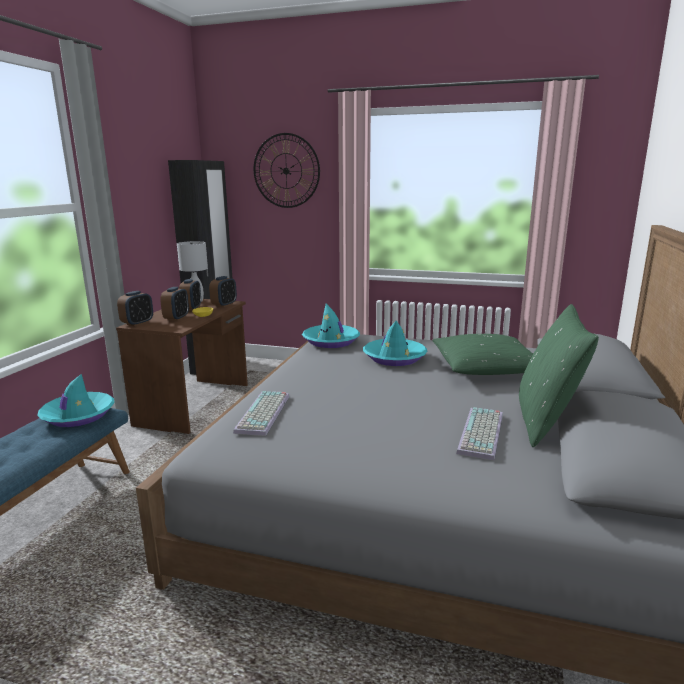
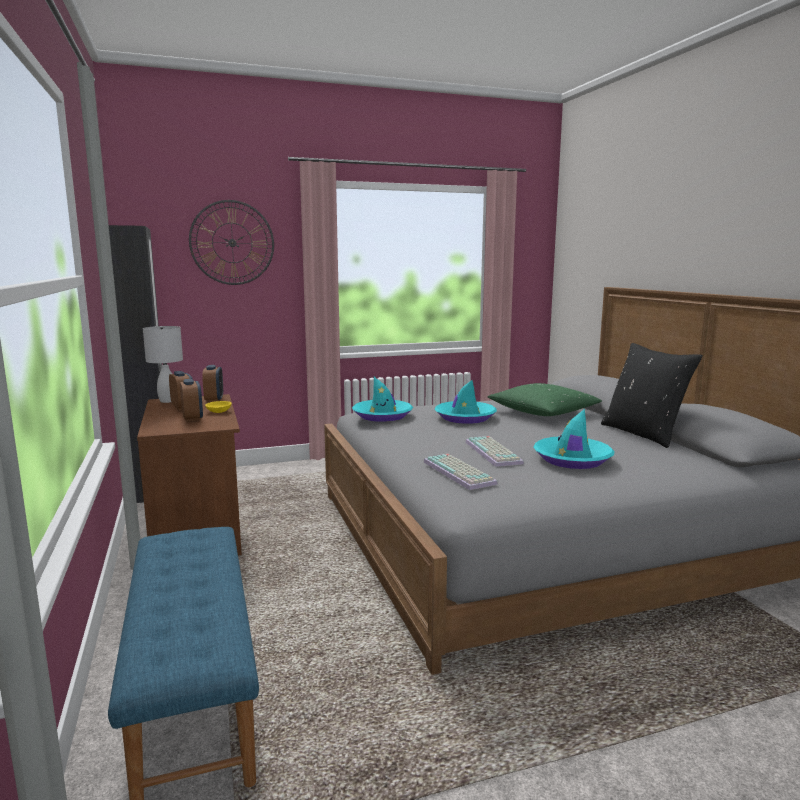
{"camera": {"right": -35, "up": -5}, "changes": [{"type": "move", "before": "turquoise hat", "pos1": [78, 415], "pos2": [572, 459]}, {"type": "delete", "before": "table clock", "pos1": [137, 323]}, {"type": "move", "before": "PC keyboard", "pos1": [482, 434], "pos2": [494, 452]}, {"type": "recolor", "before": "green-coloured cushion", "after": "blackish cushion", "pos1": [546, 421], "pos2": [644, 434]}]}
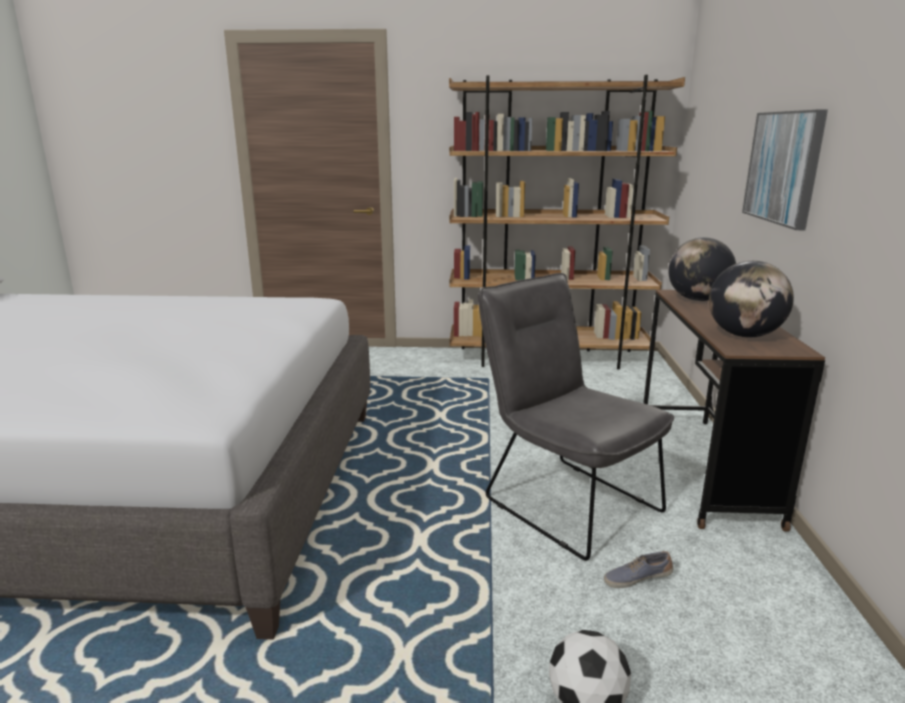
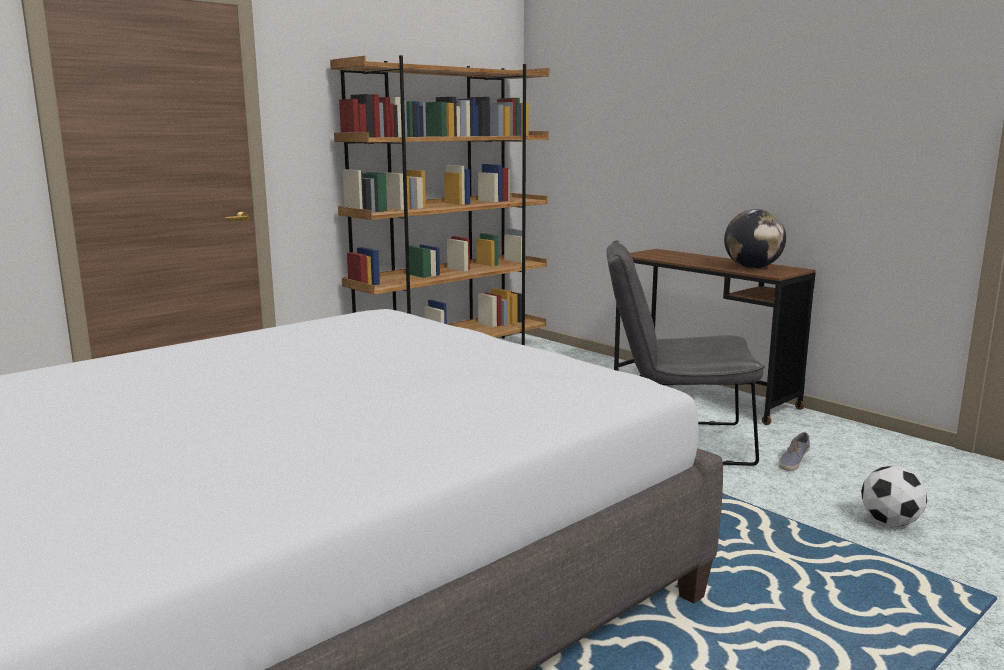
{"camera": {"right": -45, "up": -5}, "changes": [{"type": "delete", "before": "desk globe", "pos1": [697, 300]}, {"type": "delete", "before": "wall art", "pos1": [784, 167]}]}
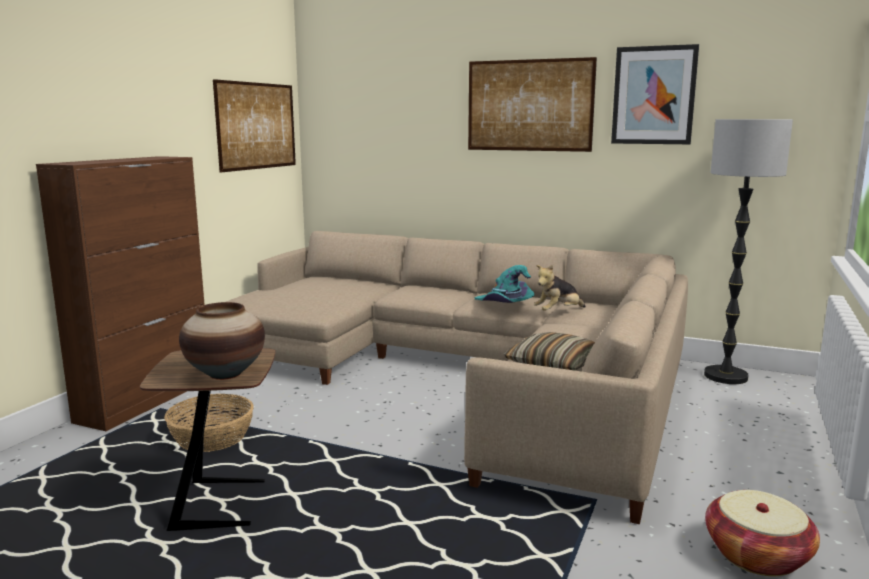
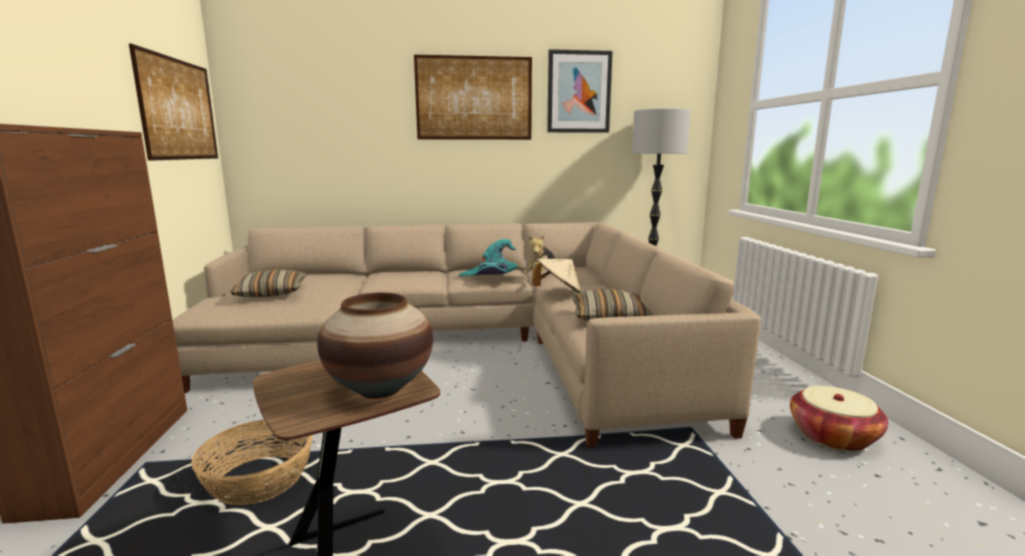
{"camera": {"right": -30, "up": 0}, "changes": [{"type": "insert", "after": "cushion", "pos2": [271, 293]}, {"type": "insert", "after": "beige hat", "pos2": [558, 293]}]}
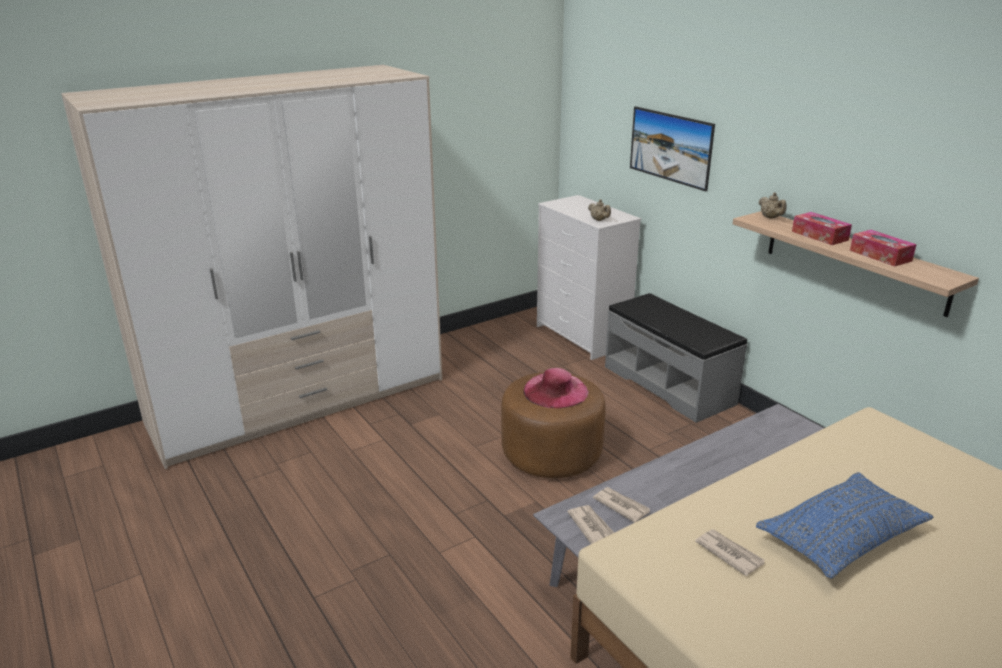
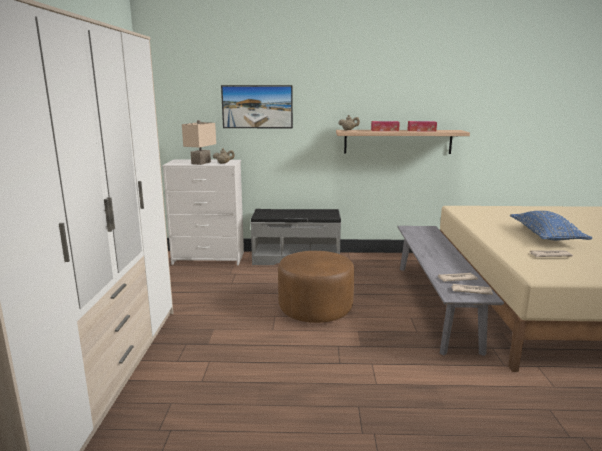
{"camera": {"right": -55, "up": -10}, "changes": [{"type": "delete", "before": "pink hat", "pos1": [555, 390]}, {"type": "insert", "after": "beige tabletop lamp", "pos2": [200, 163]}]}
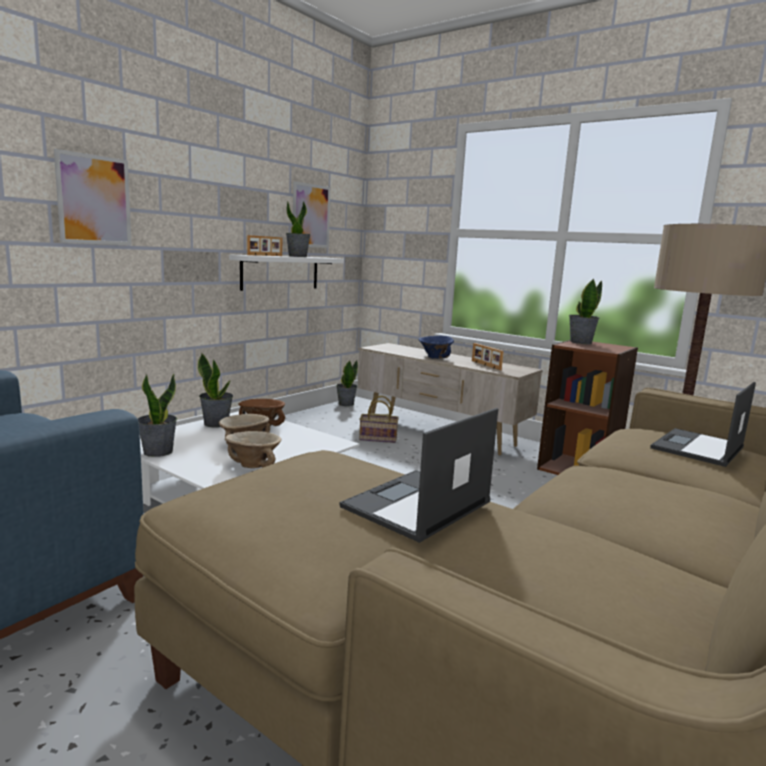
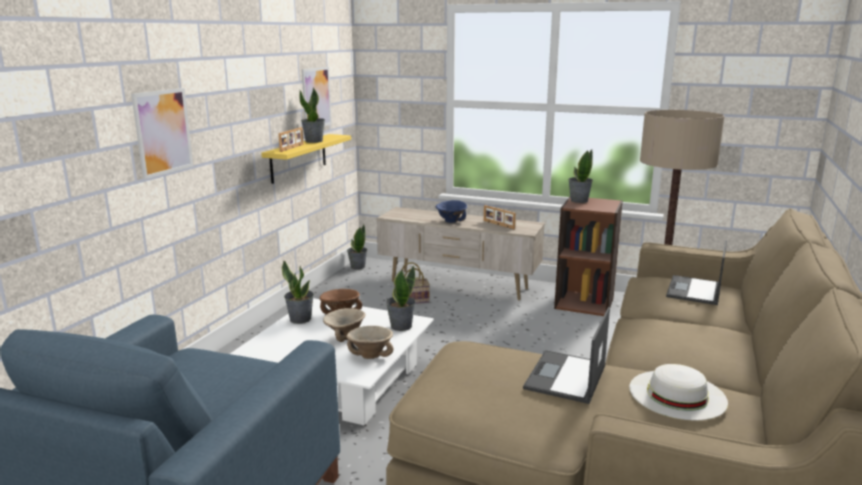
{"camera": {"right": -15, "up": 5}, "changes": [{"type": "move", "before": "houseplant", "pos1": [157, 452], "pos2": [400, 326]}, {"type": "recolor", "before": "white shelf", "after": "yellow shelf", "pos1": [280, 272], "pos2": [298, 158]}, {"type": "insert", "after": "white hat", "pos2": [677, 394]}]}
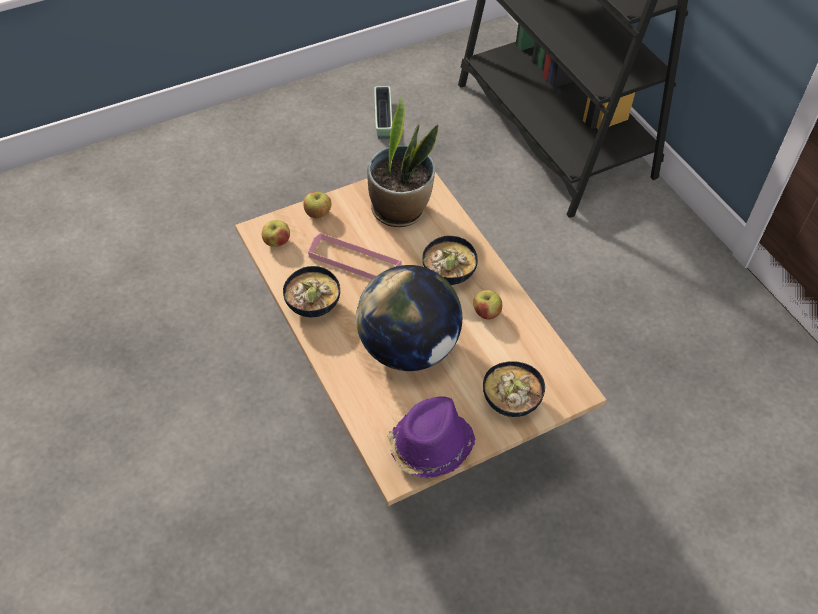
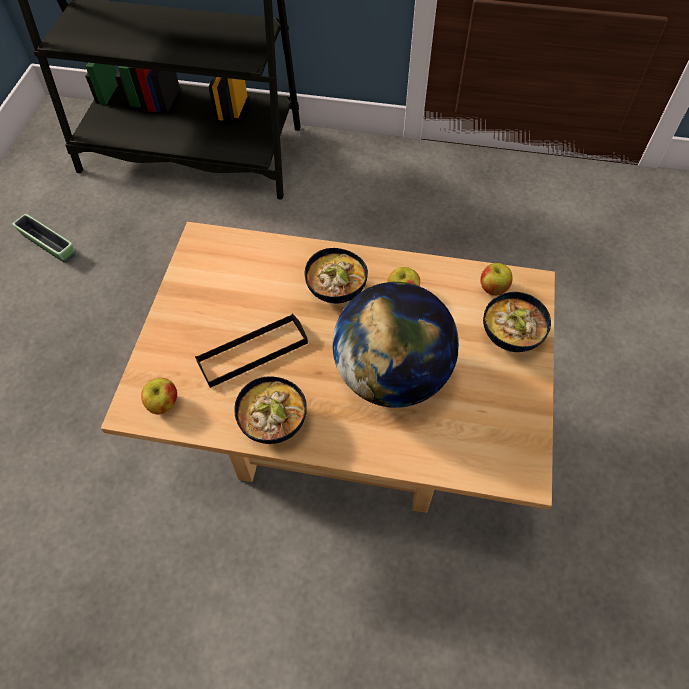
{"camera": {"right": -50, "up": 5}, "changes": [{"type": "move", "before": "apple fruit", "pos1": [317, 213], "pos2": [493, 288]}, {"type": "recolor", "before": "pink carrying tray", "after": "blackish carrying tray", "pos1": [354, 261], "pos2": [252, 352]}, {"type": "delete", "before": "houseplant", "pos1": [399, 210]}, {"type": "delete", "before": "purple hat", "pos1": [429, 446]}]}
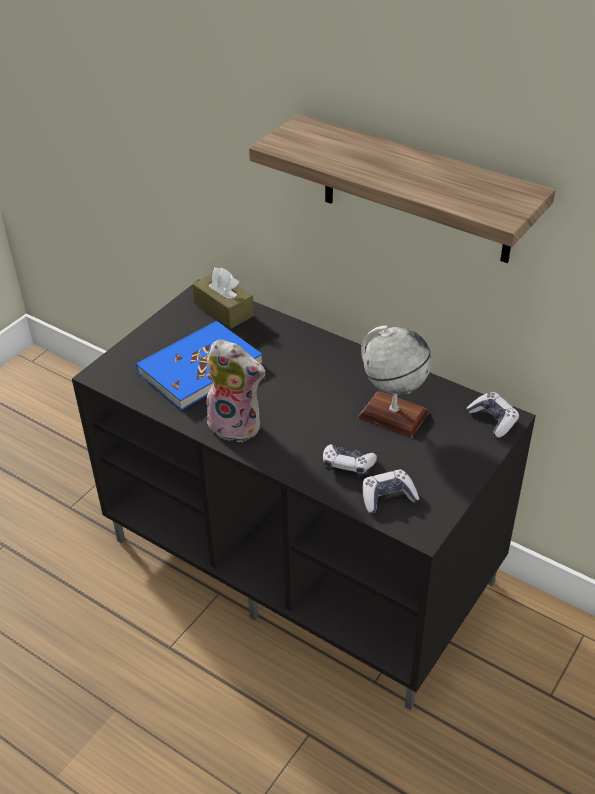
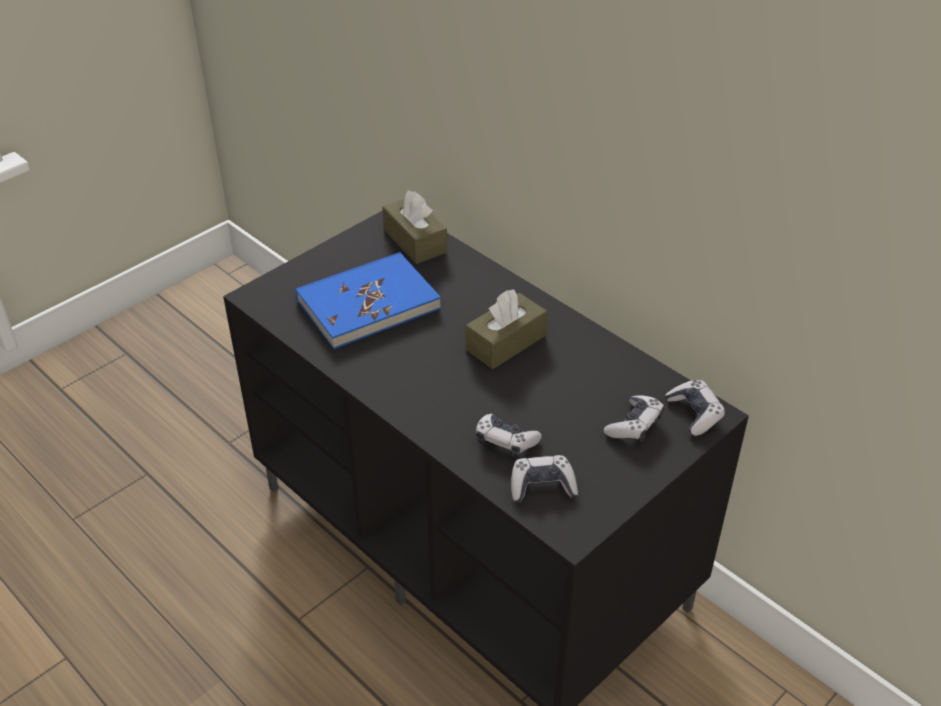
{"camera": {"right": 10, "up": 0}, "changes": [{"type": "delete", "before": "soft toy", "pos1": [237, 425]}, {"type": "delete", "before": "shelf", "pos1": [416, 190]}, {"type": "delete", "before": "desk globe", "pos1": [393, 415]}, {"type": "insert", "after": "brown-coloured tissue box", "pos2": [506, 342]}, {"type": "insert", "after": "joypad", "pos2": [634, 425]}]}
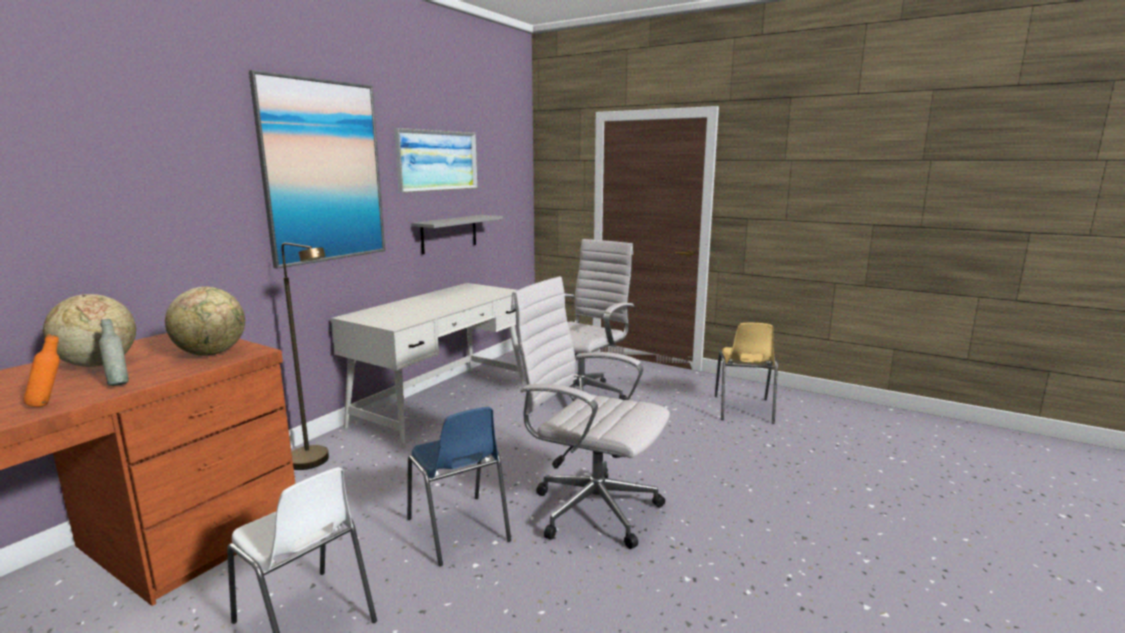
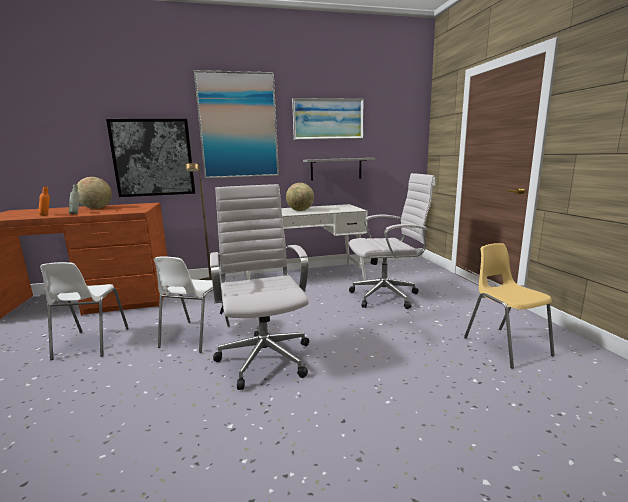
{"camera": {"right": 45, "up": 0}, "changes": [{"type": "move", "before": "desk globe", "pos1": [212, 353], "pos2": [300, 210]}, {"type": "recolor", "before": "bluish plain chair", "after": "white plain chair", "pos1": [458, 530], "pos2": [194, 336]}, {"type": "rotate", "before": "yellow plain chair", "pos1": [743, 410], "pos2": [505, 346], "turn": 105}, {"type": "insert", "after": "wall art", "pos2": [153, 158]}]}
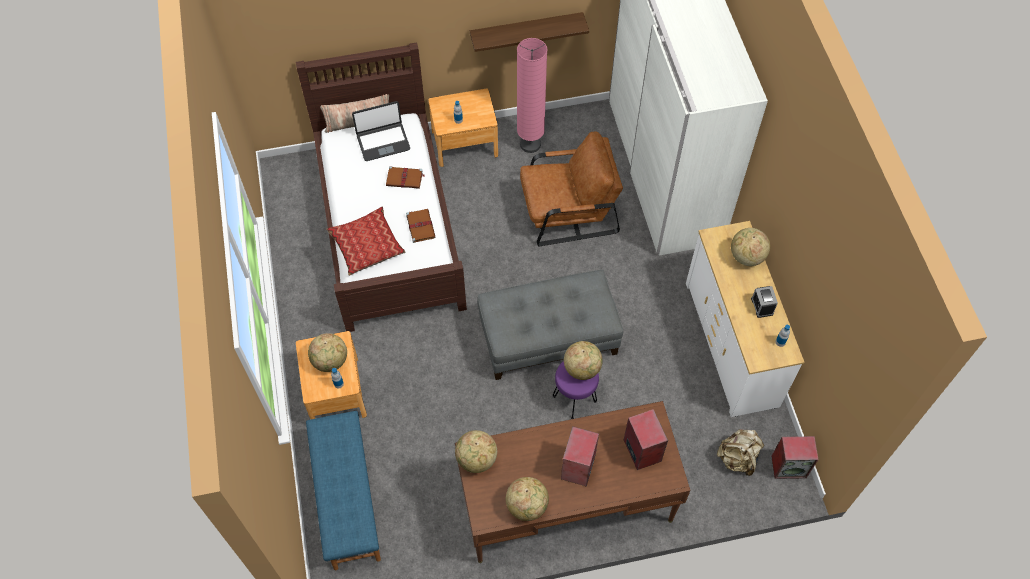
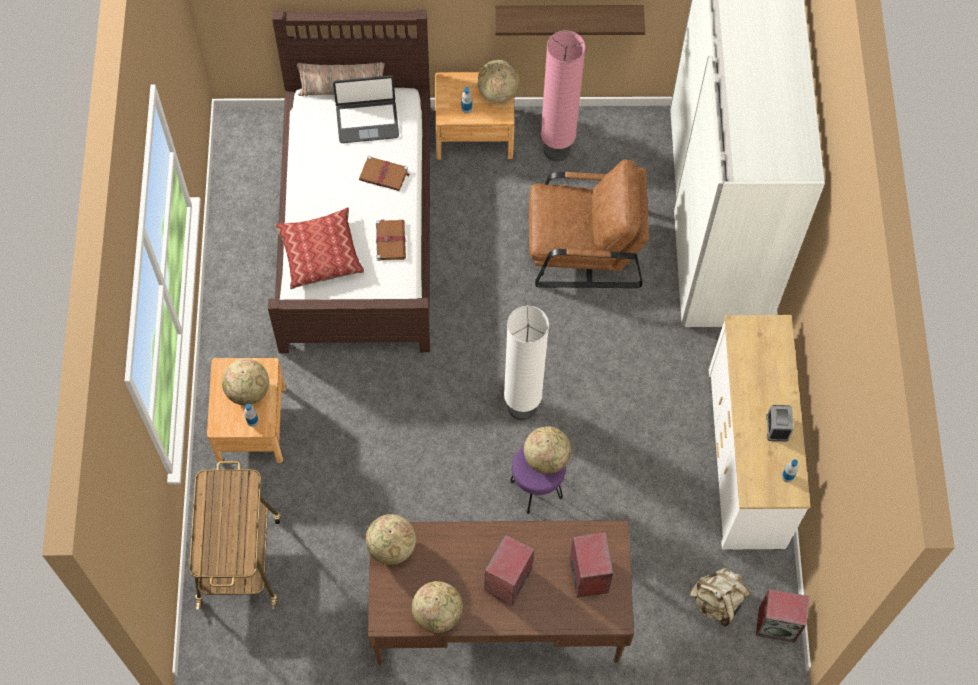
{"camera": {"right": 10, "up": 5}, "changes": [{"type": "replace", "before": "bluish bench", "after": "trolley", "pos1": [347, 499], "pos2": [239, 558]}, {"type": "replace", "before": "gray pouffe", "after": "white floor lamp", "pos1": [548, 338], "pos2": [522, 407]}, {"type": "move", "before": "desk globe", "pos1": [746, 256], "pos2": [498, 93]}]}
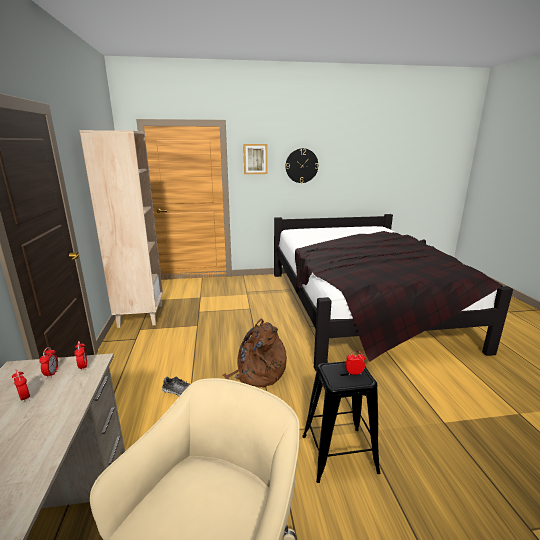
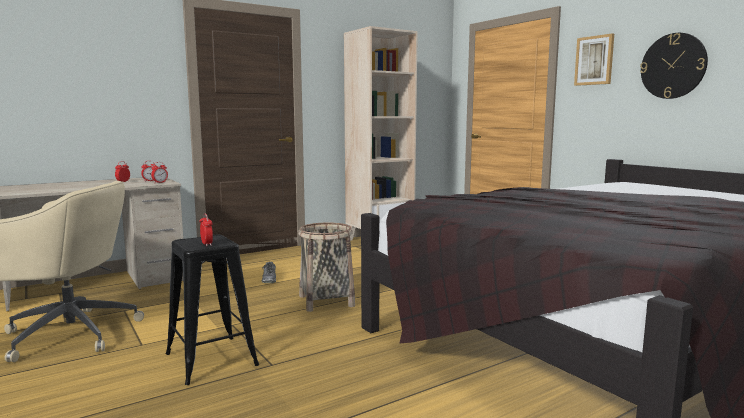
{"camera": {"right": 65, "up": -10}, "changes": [{"type": "replace", "before": "brown-coloured backpack", "after": "basket", "pos1": [257, 373], "pos2": [326, 301]}]}
